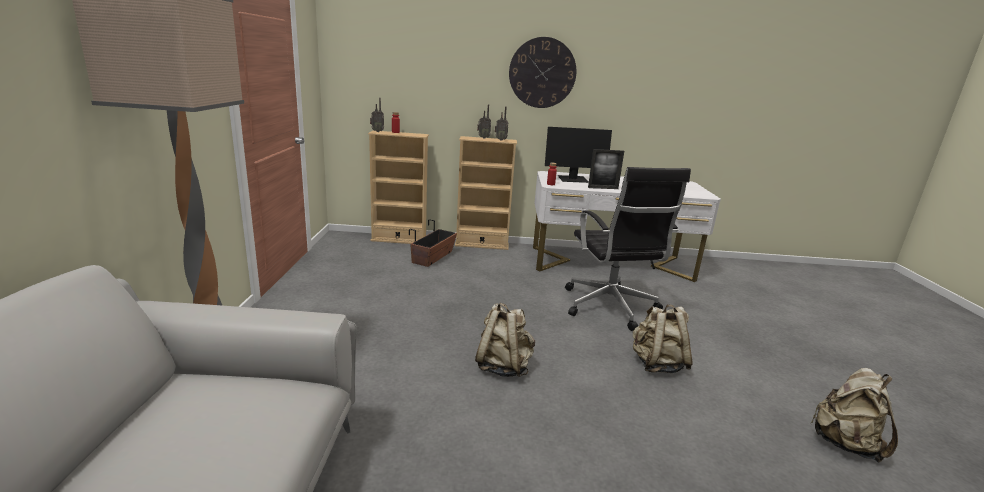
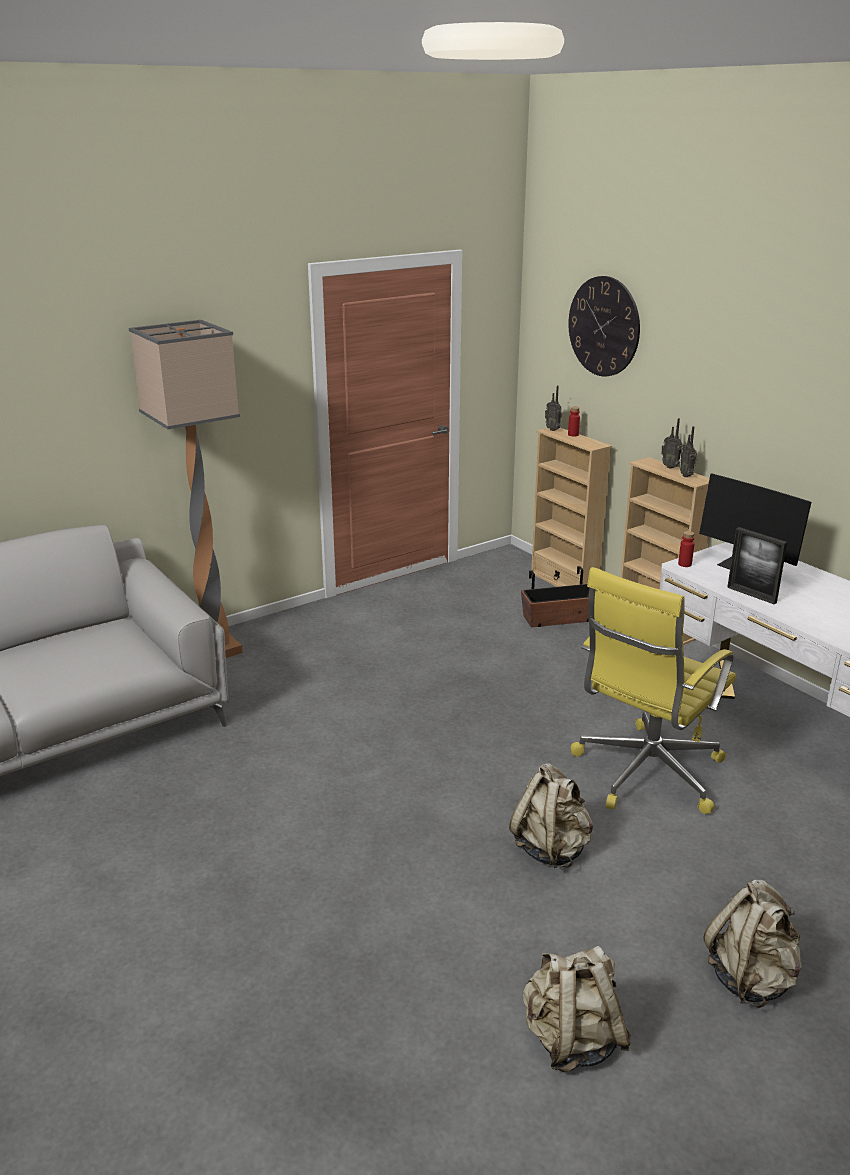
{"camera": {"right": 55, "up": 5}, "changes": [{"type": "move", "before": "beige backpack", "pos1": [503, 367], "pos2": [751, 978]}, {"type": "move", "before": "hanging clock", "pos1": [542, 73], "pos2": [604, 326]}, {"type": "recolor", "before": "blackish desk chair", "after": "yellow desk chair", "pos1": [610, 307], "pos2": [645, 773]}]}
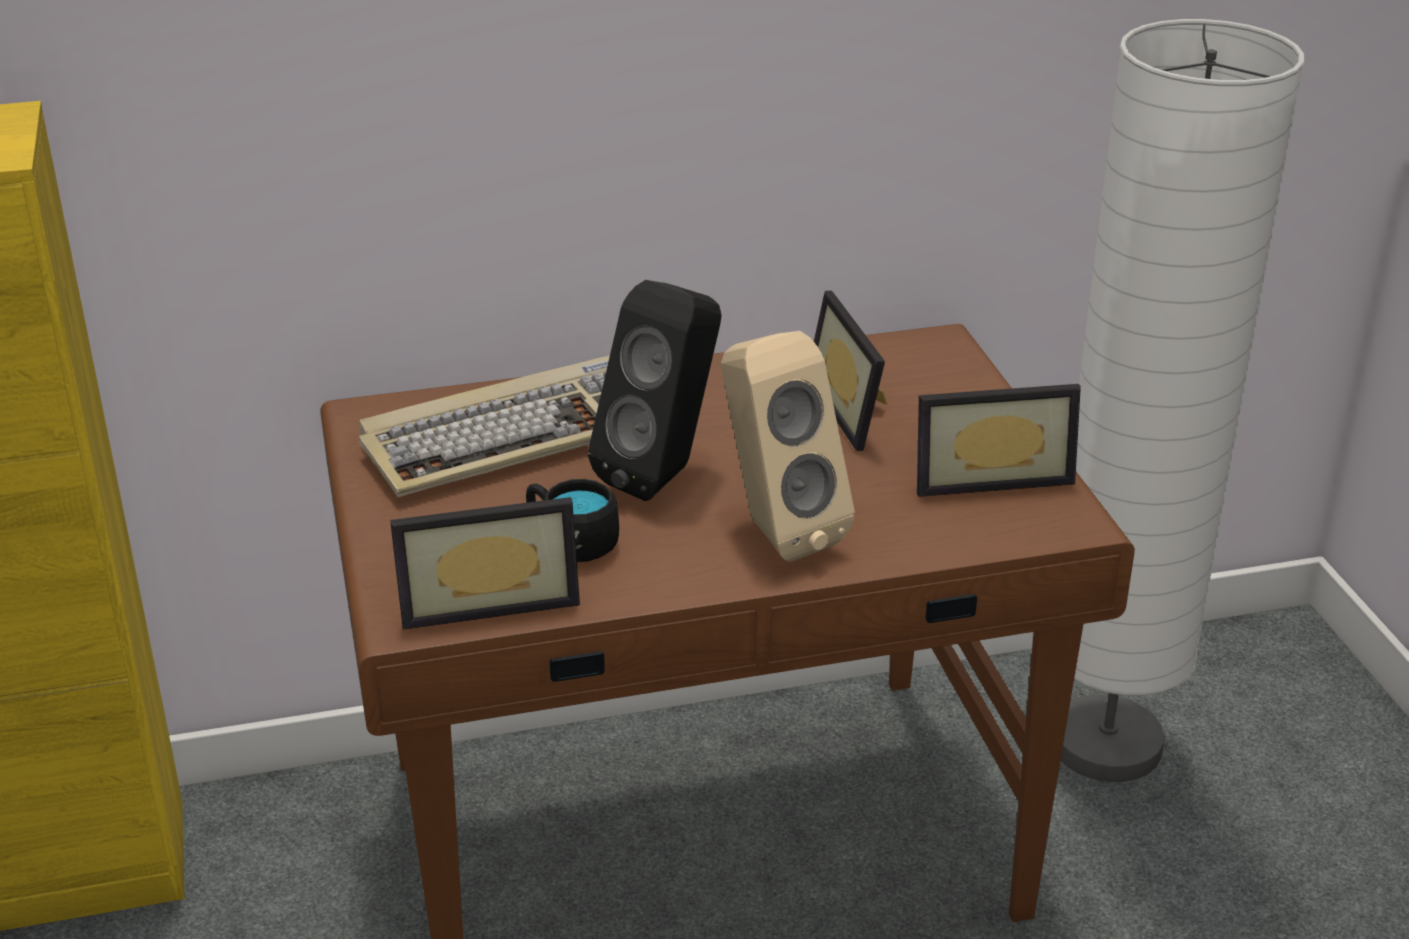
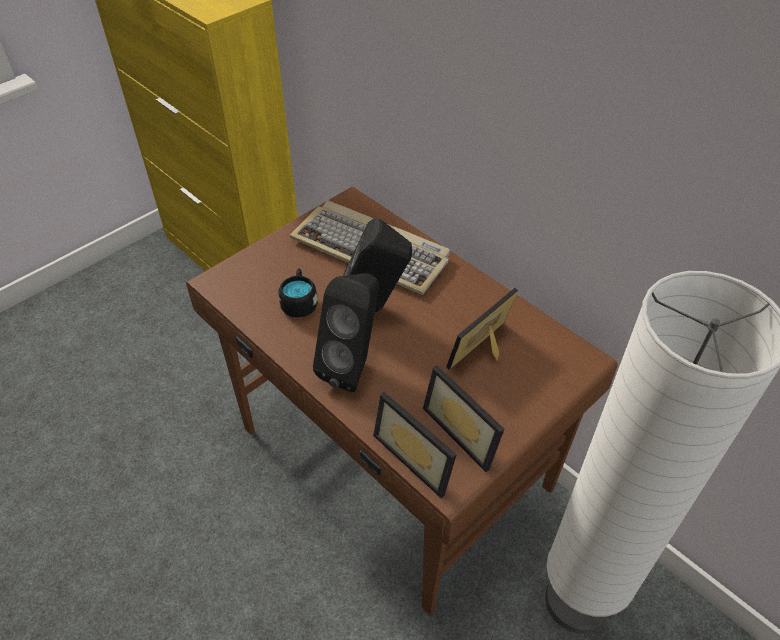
{"camera": {"right": 60, "up": 15}, "changes": [{"type": "move", "before": "photo frame", "pos1": [488, 599], "pos2": [419, 455]}, {"type": "recolor", "before": "beige audio speaker", "after": "blackish audio speaker", "pos1": [775, 532], "pos2": [353, 366]}]}
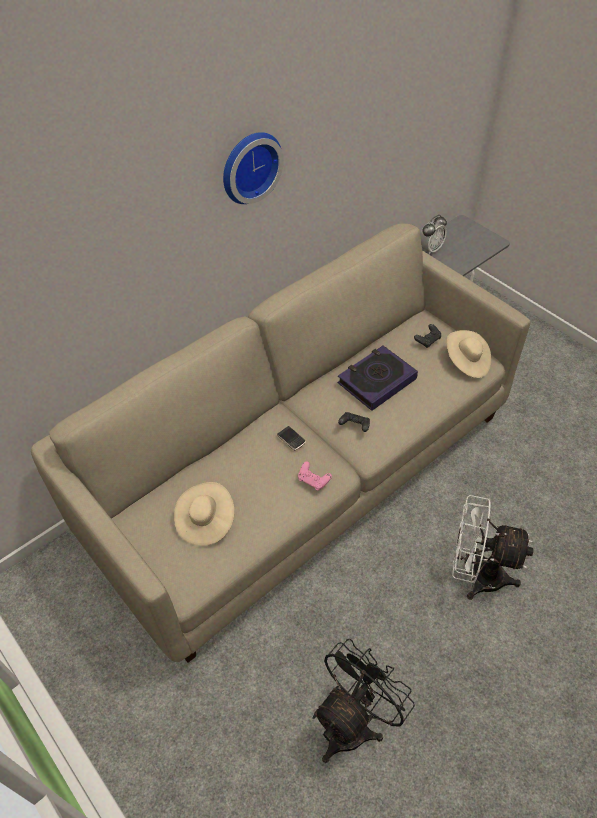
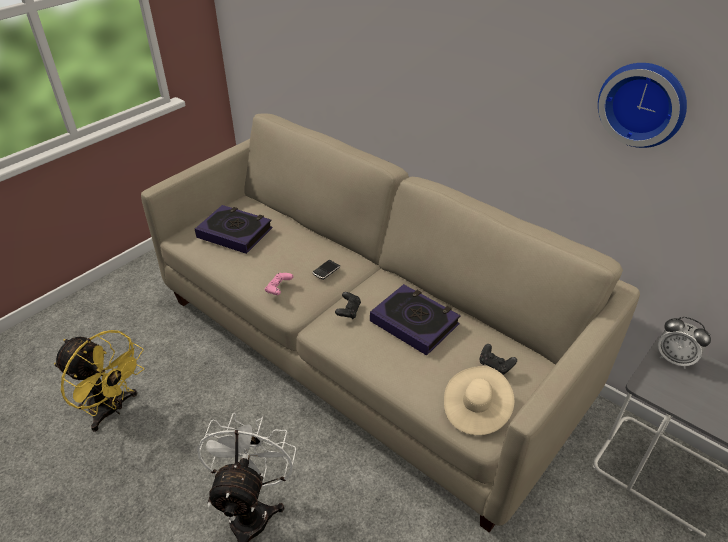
{"camera": {"right": 80, "up": -10}, "changes": [{"type": "replace", "before": "beige hat", "after": "book", "pos1": [205, 521], "pos2": [235, 233]}, {"type": "move", "before": "hanging clock", "pos1": [249, 166], "pos2": [643, 103]}, {"type": "recolor", "before": "blackish fan", "after": "yellow fan", "pos1": [353, 722], "pos2": [112, 409]}]}
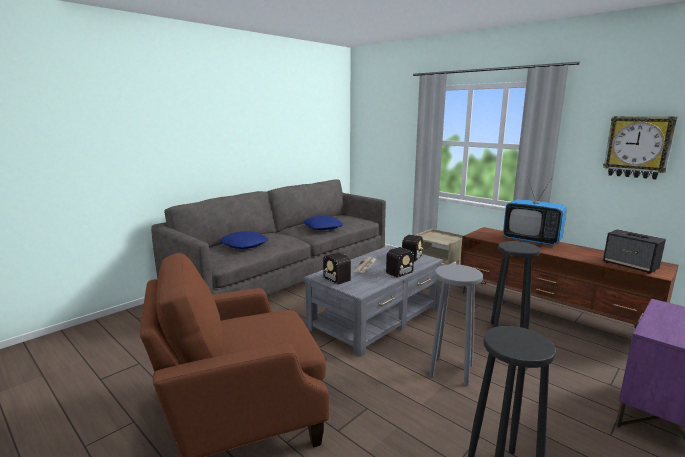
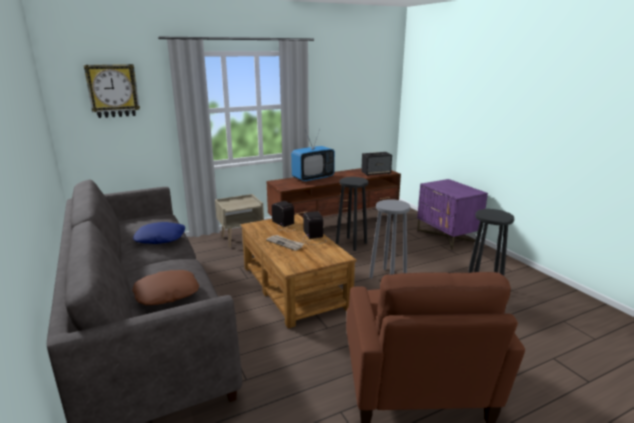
{"camera": {"right": -70, "up": 5}, "changes": [{"type": "recolor", "before": "bluish cushion", "after": "brown-coloured cushion", "pos1": [245, 245], "pos2": [166, 293]}, {"type": "recolor", "before": "gray lounge table", "after": "brown-coloured lounge table", "pos1": [377, 317], "pos2": [294, 286]}, {"type": "delete", "before": "radio receiver", "pos1": [333, 276]}, {"type": "move", "before": "hanging clock", "pos1": [638, 147], "pos2": [113, 91]}]}
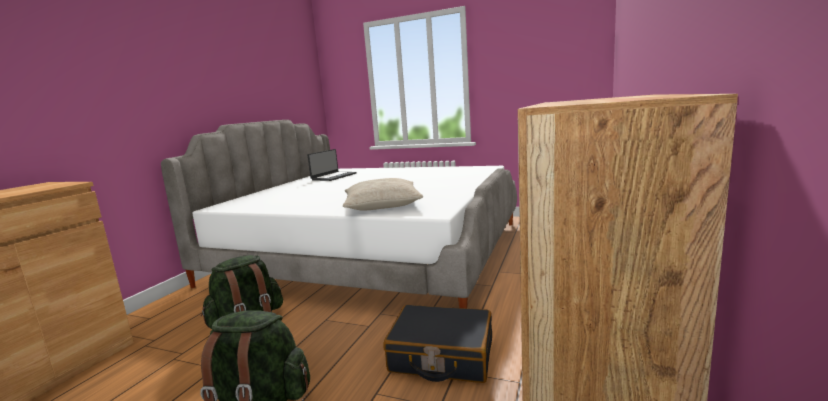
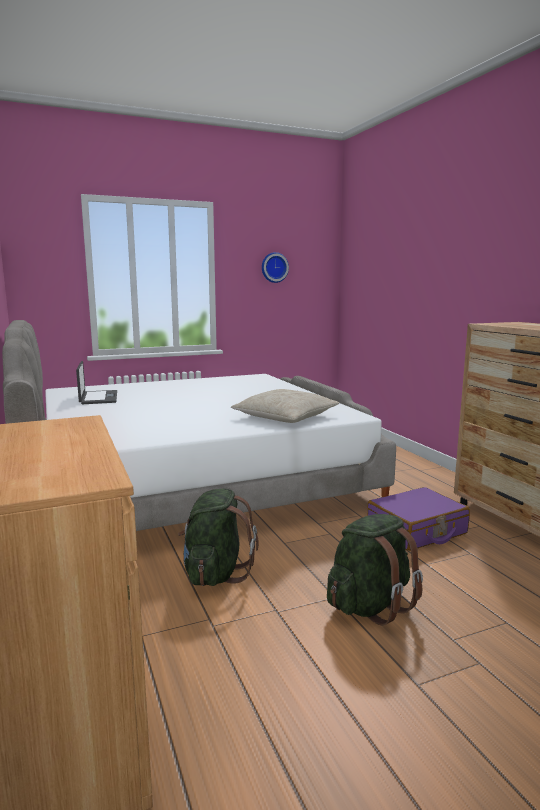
{"camera": {"right": -45, "up": 0}, "changes": [{"type": "recolor", "before": "blackish suitcase", "after": "purple suitcase", "pos1": [441, 356], "pos2": [417, 530]}, {"type": "insert", "after": "hanging clock", "pos2": [274, 267]}]}
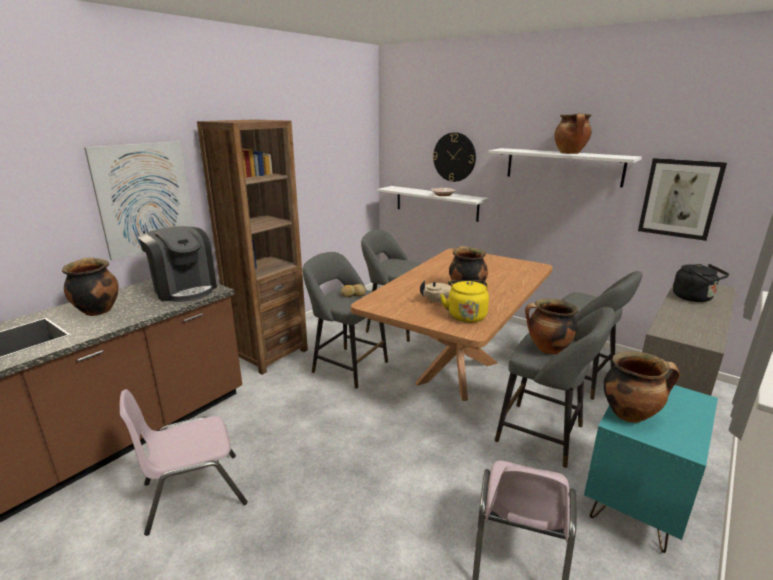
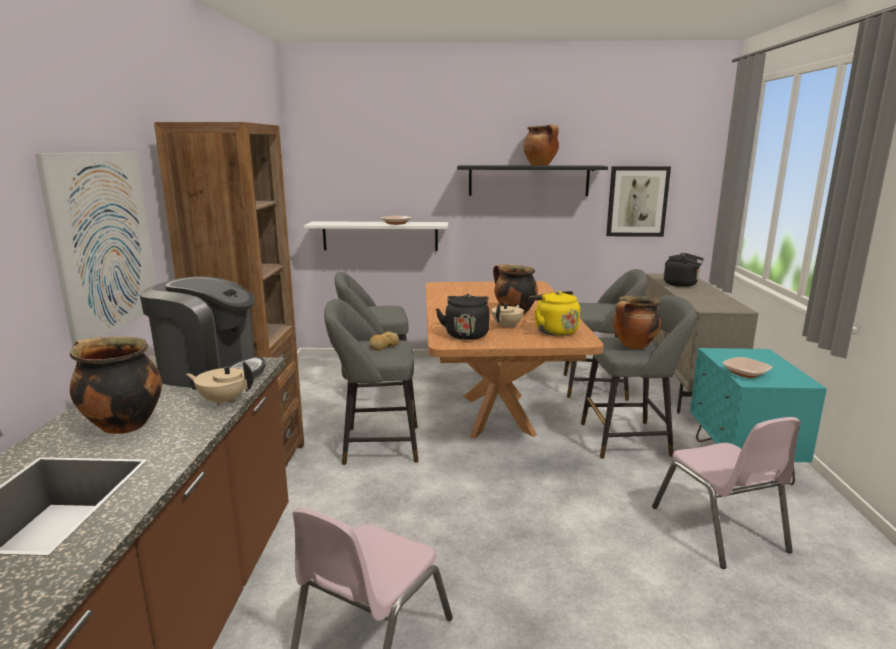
{"camera": {"right": -35, "up": -5}, "changes": [{"type": "delete", "before": "hanging clock", "pos1": [454, 157]}, {"type": "recolor", "before": "white shelf", "after": "blackish shelf", "pos1": [563, 166], "pos2": [528, 180]}, {"type": "replace", "before": "saucepot", "after": "serving bowl", "pos1": [630, 414], "pos2": [745, 373]}, {"type": "insert", "after": "beige teapot", "pos2": [223, 400]}, {"type": "insert", "after": "blackish kettle", "pos2": [466, 334]}]}
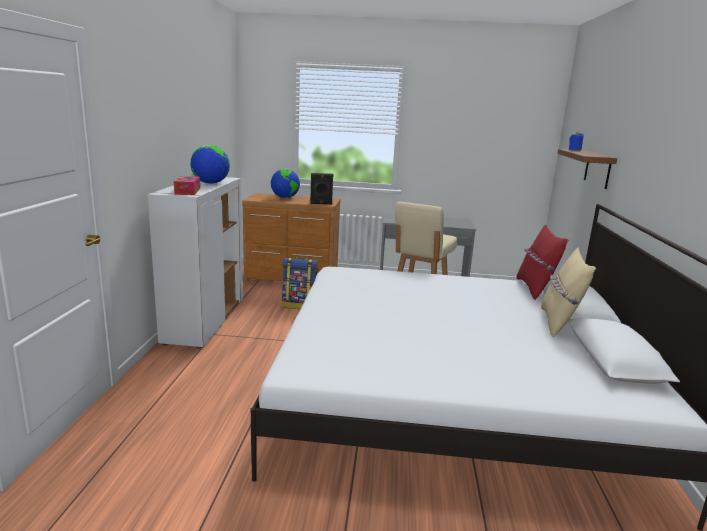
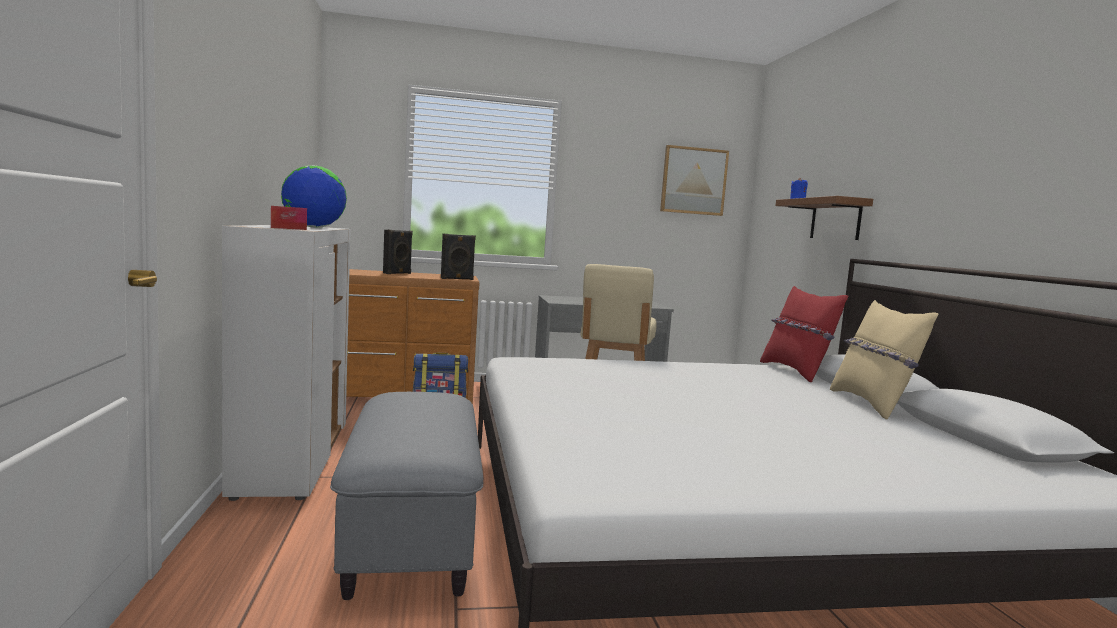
{"camera": {"right": -15, "up": -10}, "changes": [{"type": "replace", "before": "desk globe", "after": "blackish audio speaker", "pos1": [285, 198], "pos2": [398, 273]}, {"type": "insert", "after": "gray pouffe", "pos2": [413, 534]}, {"type": "insert", "after": "wall art", "pos2": [693, 181]}]}
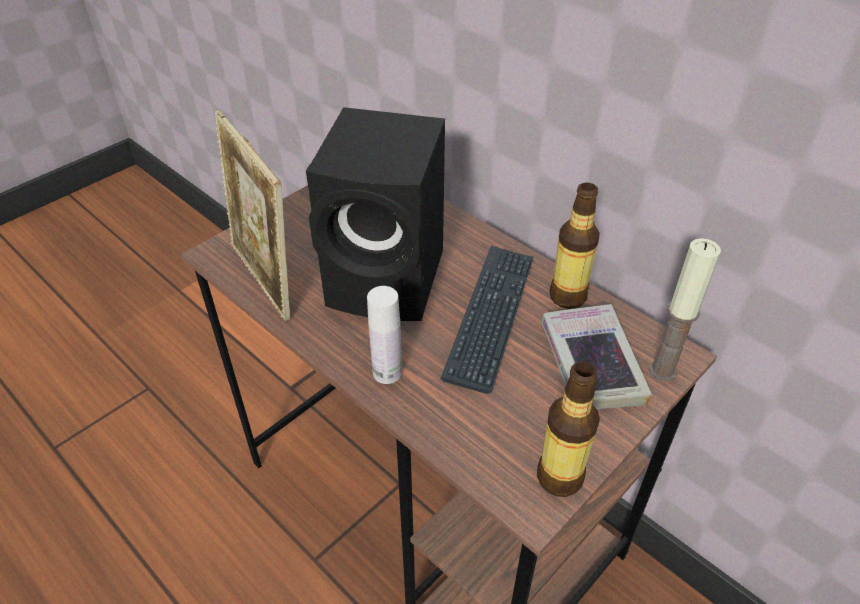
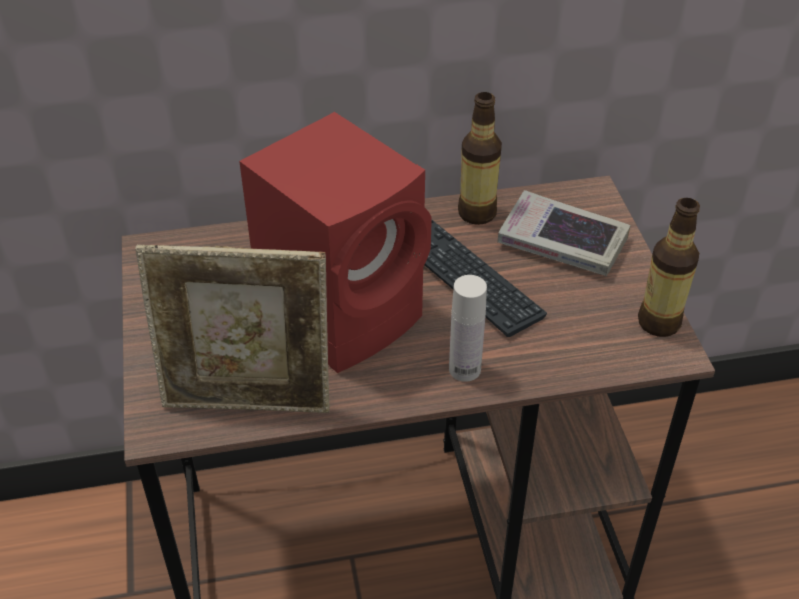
{"camera": {"right": -55, "up": 0}, "changes": [{"type": "recolor", "before": "blackish audio speaker", "after": "reddish audio speaker", "pos1": [390, 280], "pos2": [346, 310]}, {"type": "delete", "before": "candle", "pos1": [662, 370]}]}
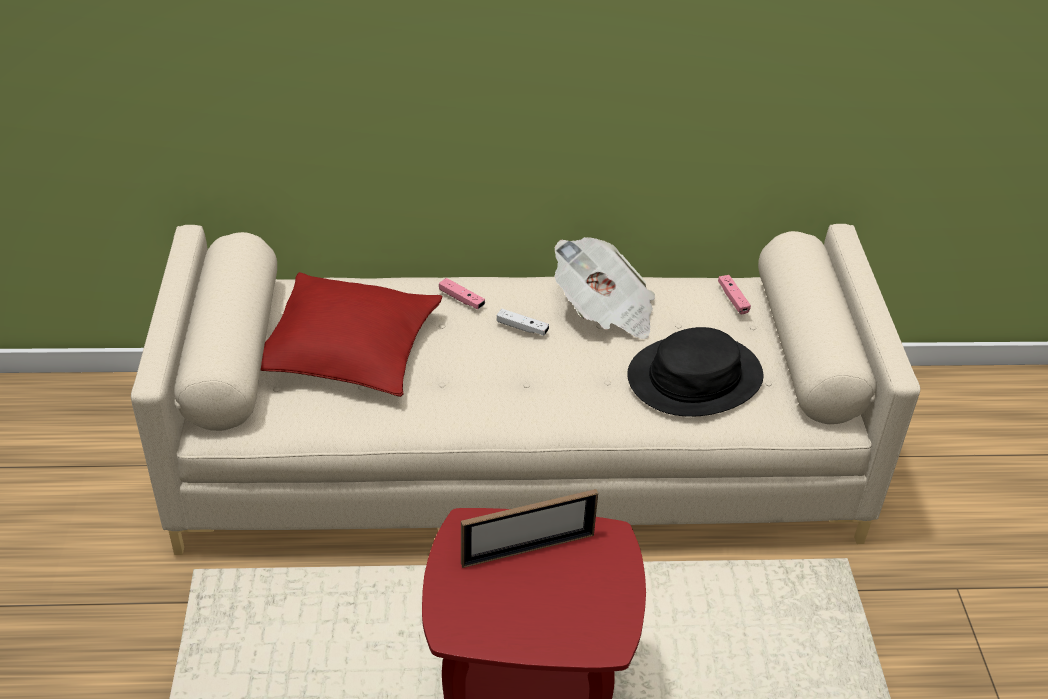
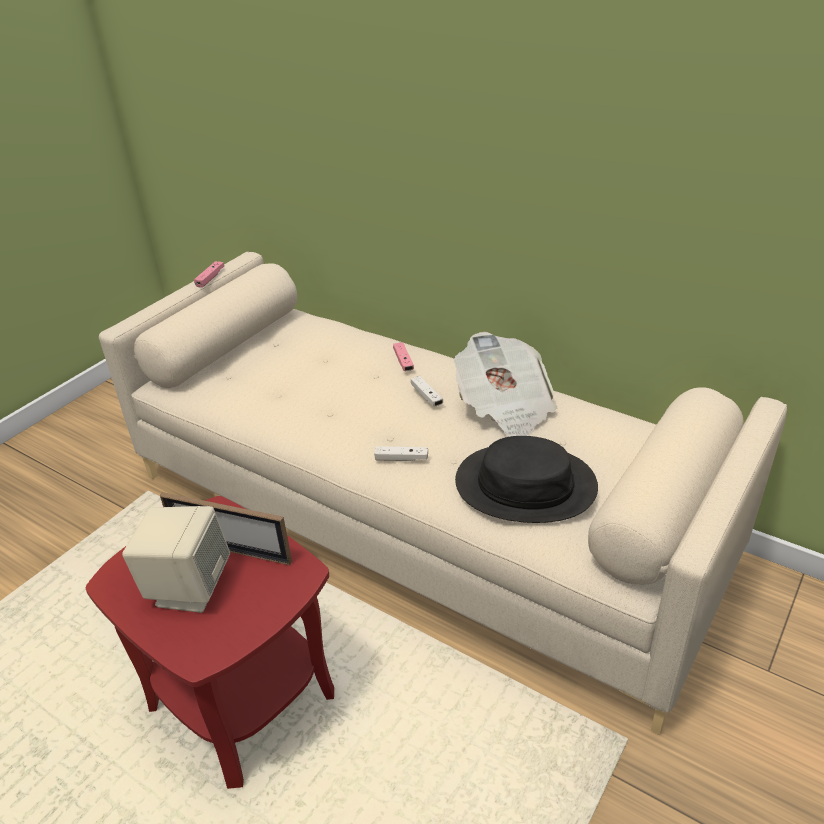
{"camera": {"right": 40, "up": -5}, "changes": [{"type": "delete", "before": "reddish cushion", "pos1": [348, 349]}, {"type": "move", "before": "pink joypad", "pos1": [733, 299], "pos2": [210, 278]}, {"type": "insert", "after": "beige audio speaker", "pos2": [188, 587]}, {"type": "insert", "after": "white joypad", "pos2": [401, 458]}]}
